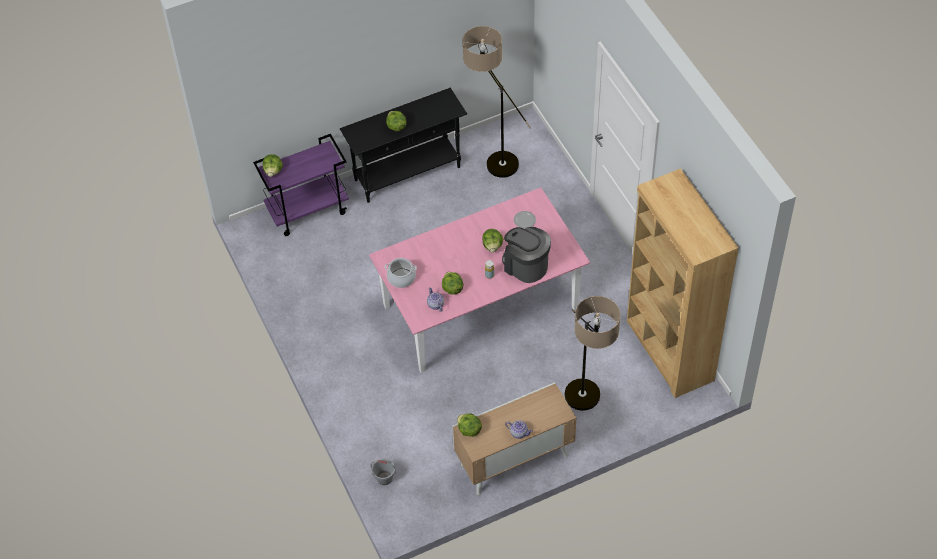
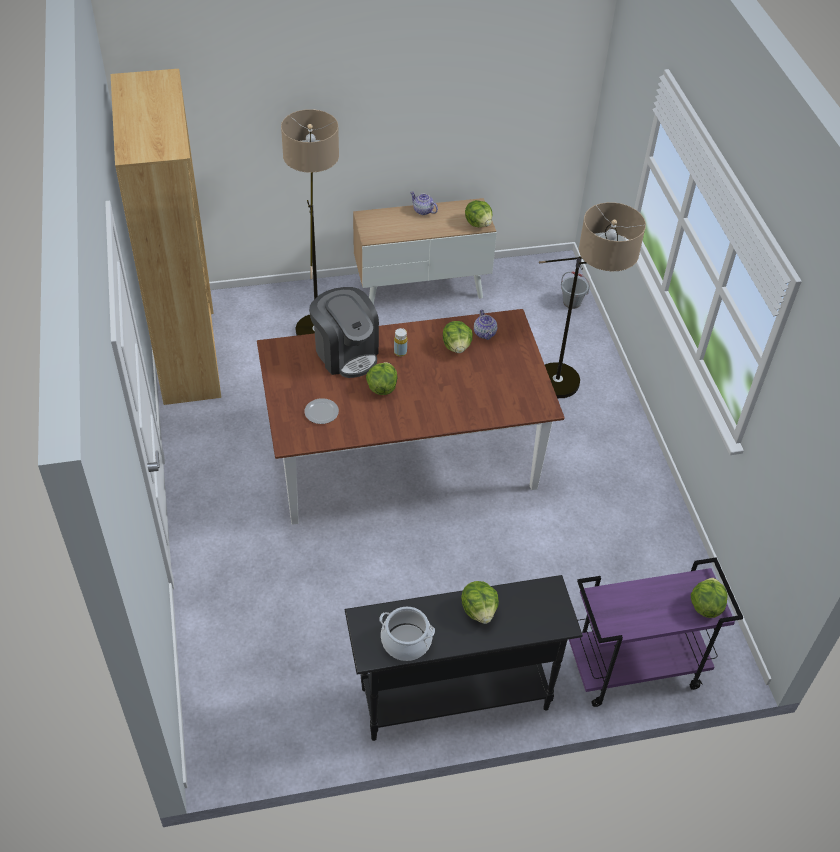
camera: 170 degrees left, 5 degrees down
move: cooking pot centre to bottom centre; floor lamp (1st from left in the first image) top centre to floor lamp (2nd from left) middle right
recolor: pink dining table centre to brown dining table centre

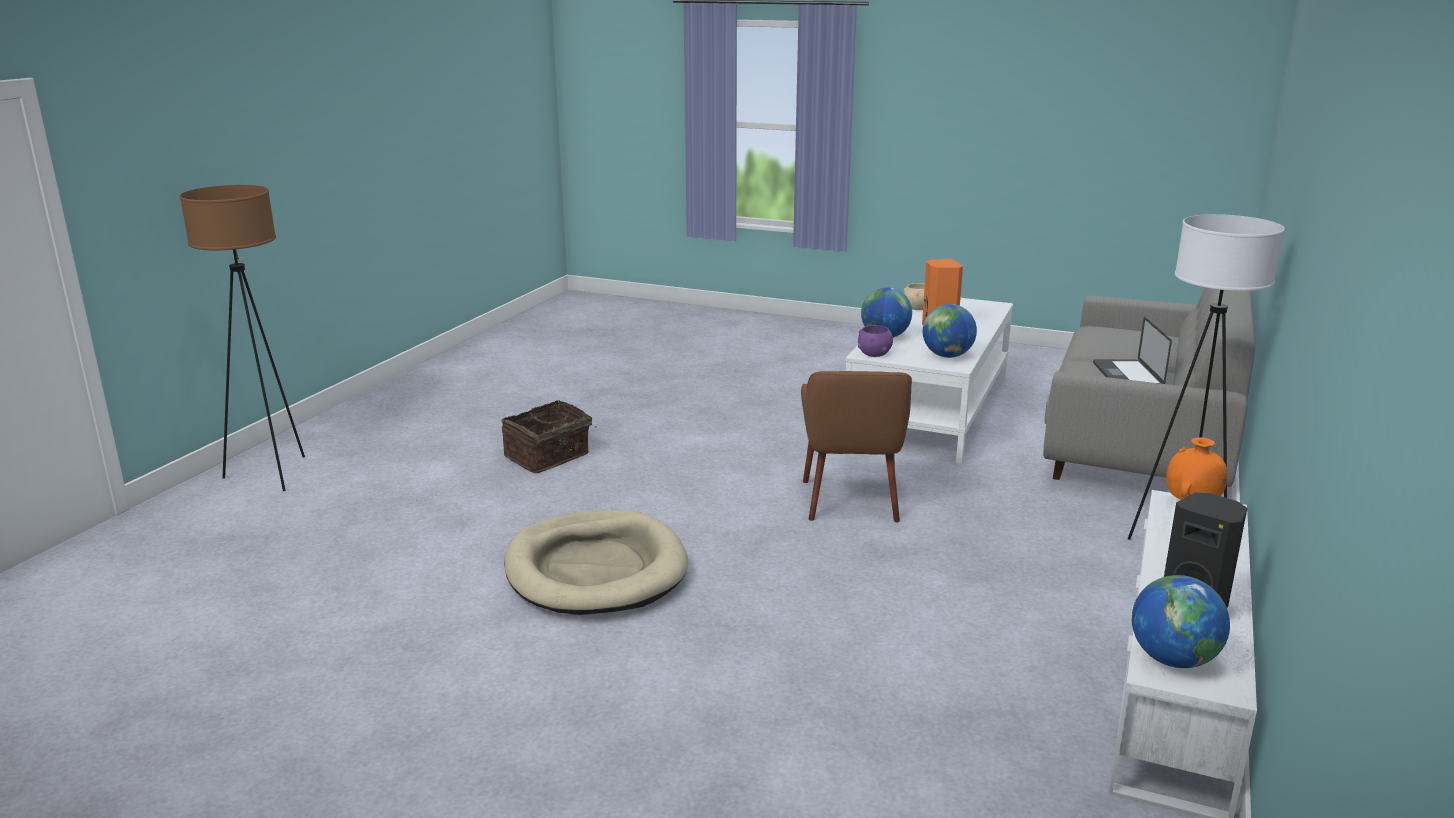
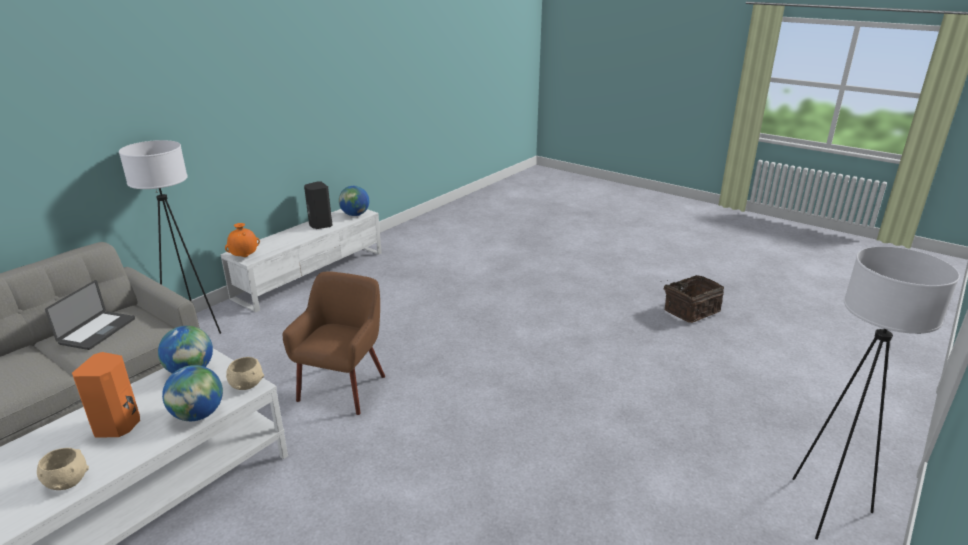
camera: 165 degrees left, 5 degrees up
delete: beige dog bed bottom centre
move: basket centre to middle right
recolor: brown floor lamp middle left to white floor lamp (2nd from left) bottom right; purple bowl centre to beige bowl (2nd from left) bottom left

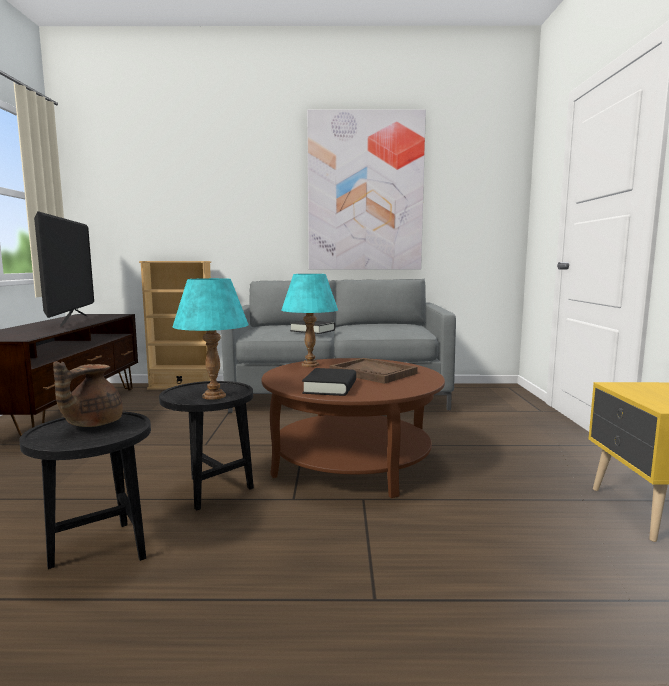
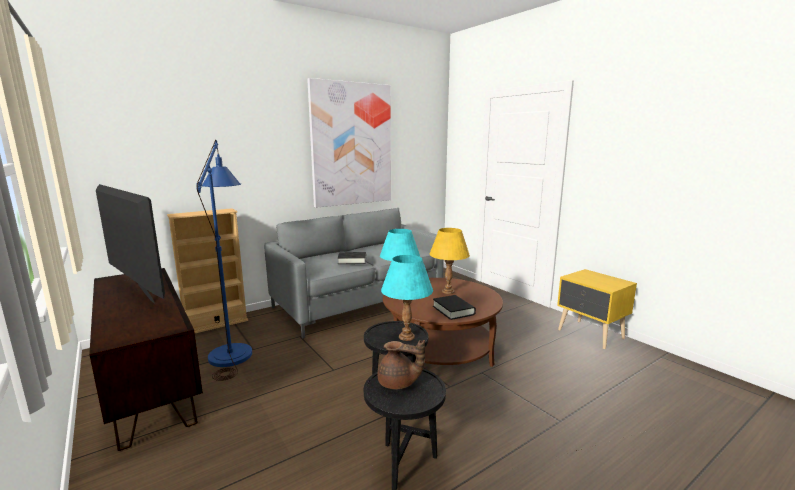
camera: 35 degrees left, 5 degrees up
insert: blue floor lamp middle left
replace: brown tray centre to yellow table lamp centre
rotate: brown teapot middle left = bottom centre 60 degrees counterclockwise

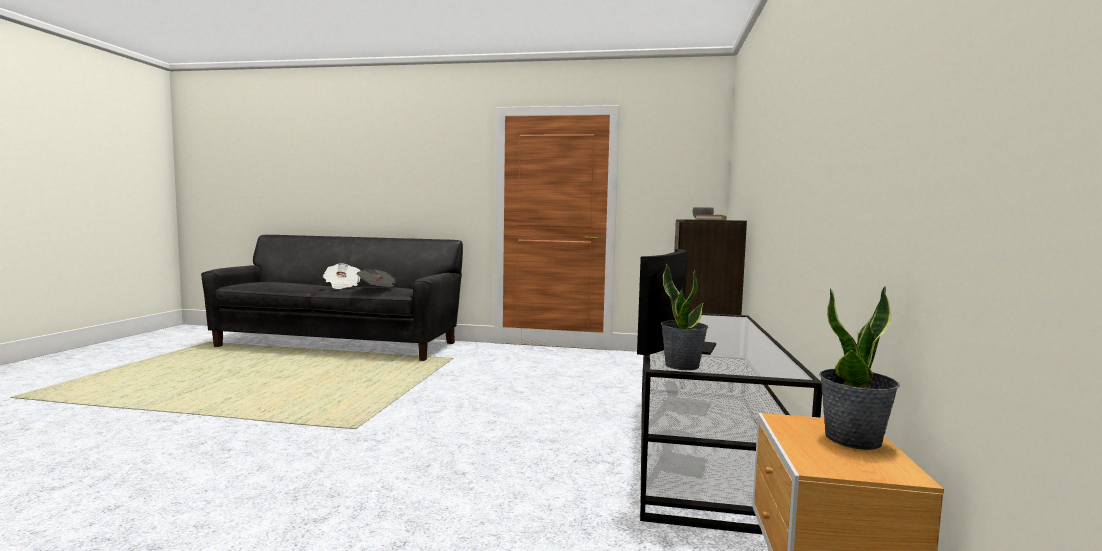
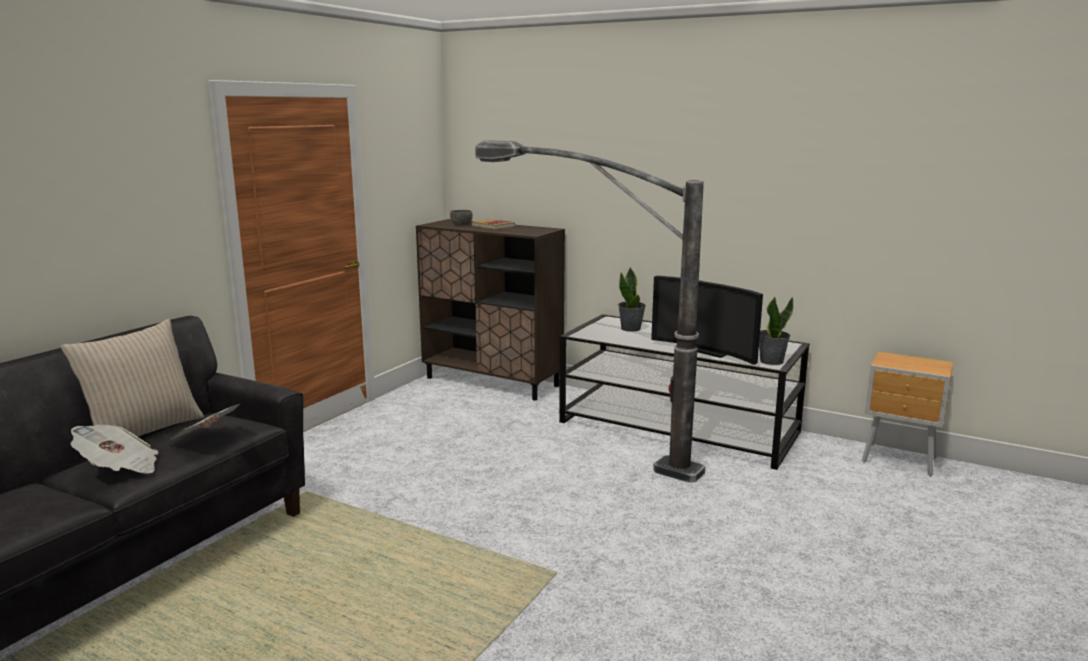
camera: 70 degrees left, 10 degrees up
insert: beige pillow middle left; floor lamp centre
move: potted plant (2nd from left in the first image) bottom right to potted plant (1st from left) centre

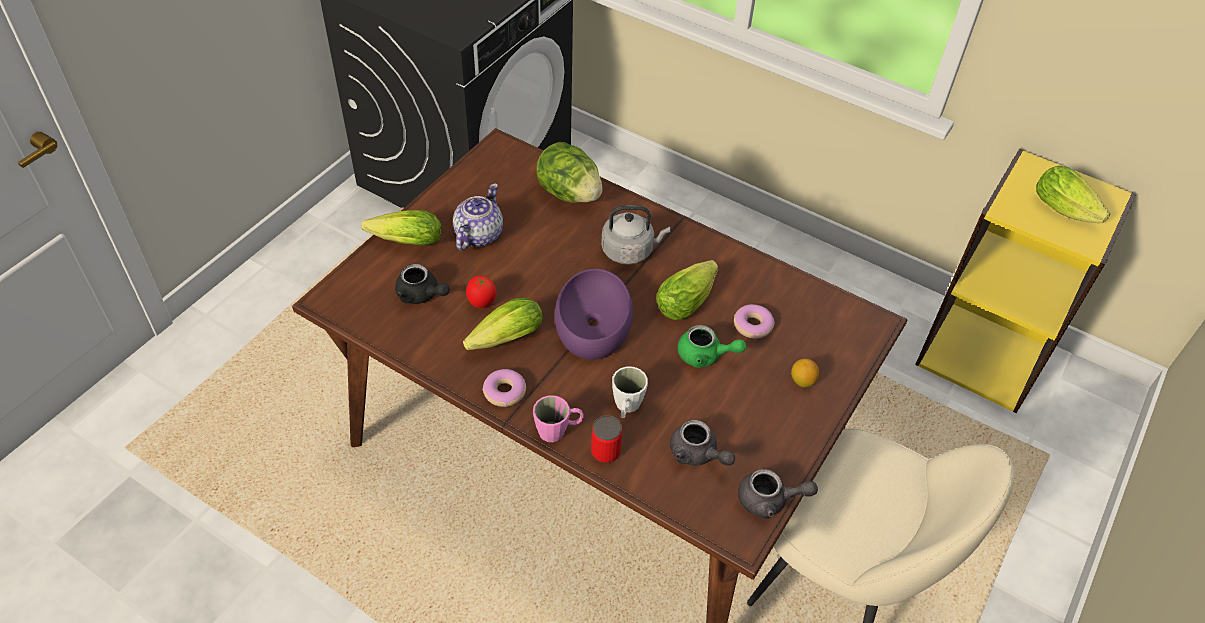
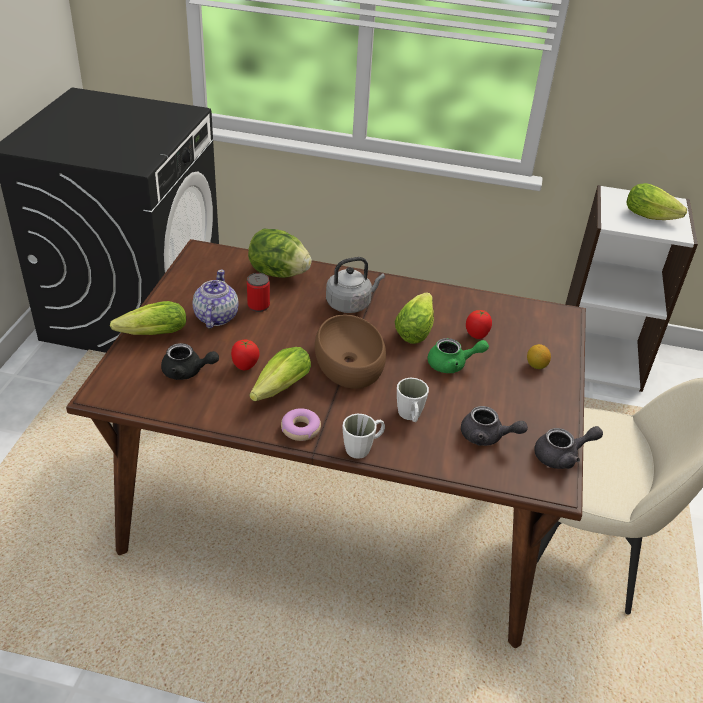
camera: 20 degrees left, 10 degrees down
move: can bottom centre to centre
replace: donut (2nd from left) centre to tomato (2nd from left) middle right
recolor: pink mug bottom centre to white mug (1st from left) centre; purple bowl centre to brown bowl centre; yellow bookcase middle right to white bookcase middle right

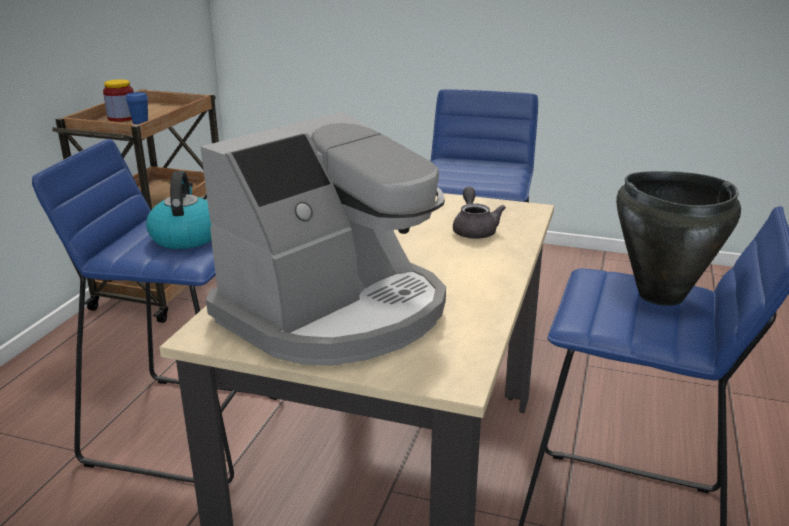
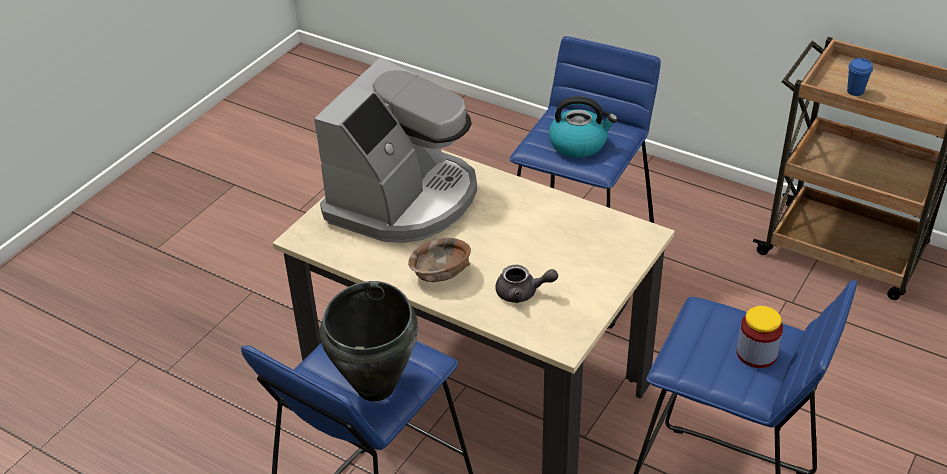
camera: 105 degrees right, 15 degrees up
insert: brown bowl centre
move: jar top left to bottom right
rotate: coffee machine centre = top centre 120 degrees counterclockwise

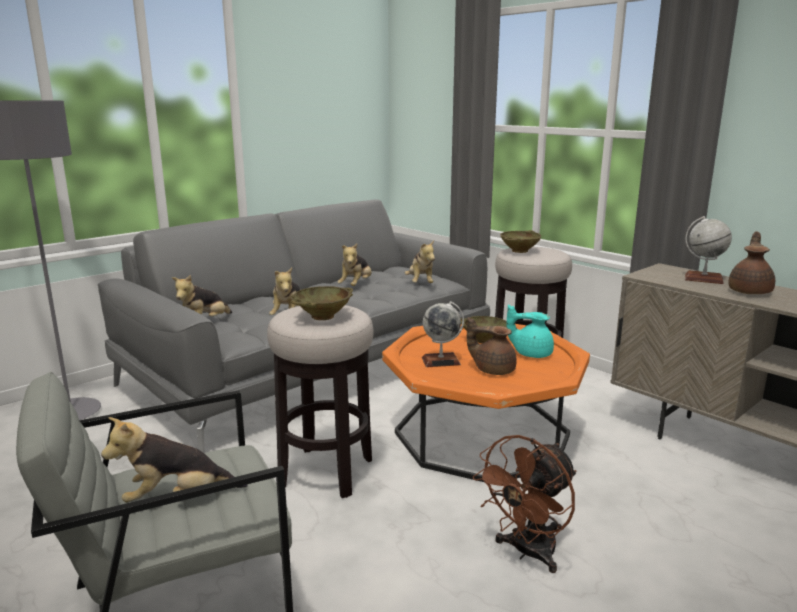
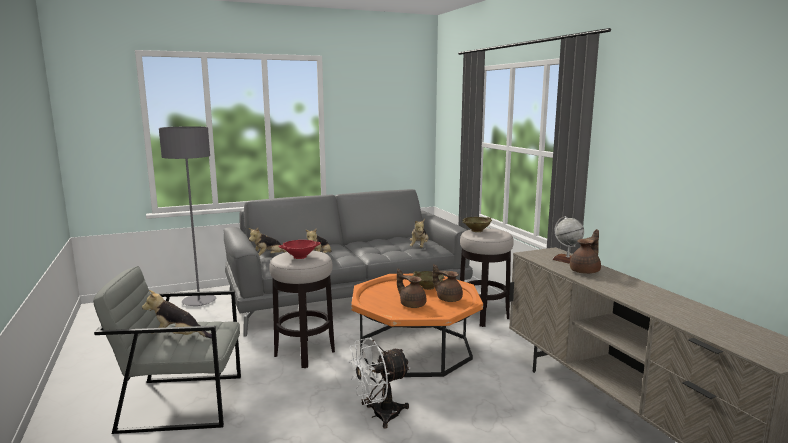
camera: 20 degrees right, 5 degrees down
delete: plush toy (4th from left) centre; globe (1st from left) centre
recolor: beige bowl (1st from left) centre to red bowl centre; brown fan bottom centre to white fan bottom centre; turquoise teapot centre to brown teapot (2nd from left) centre

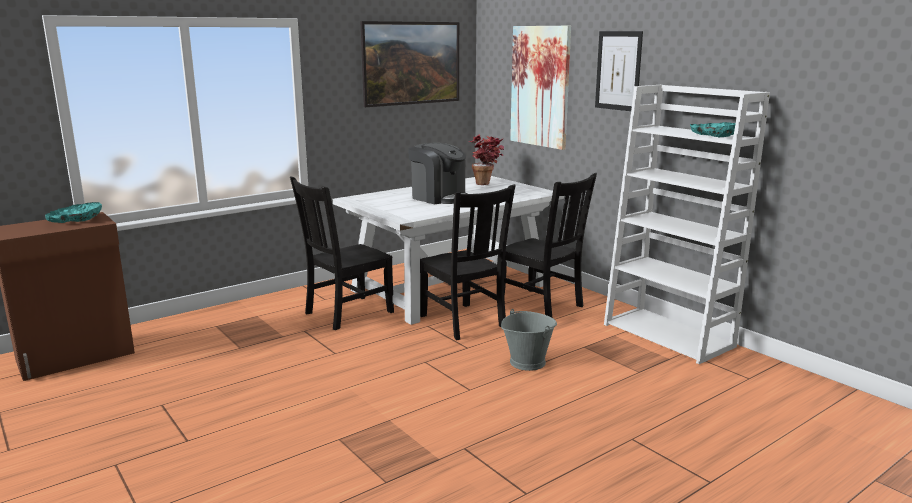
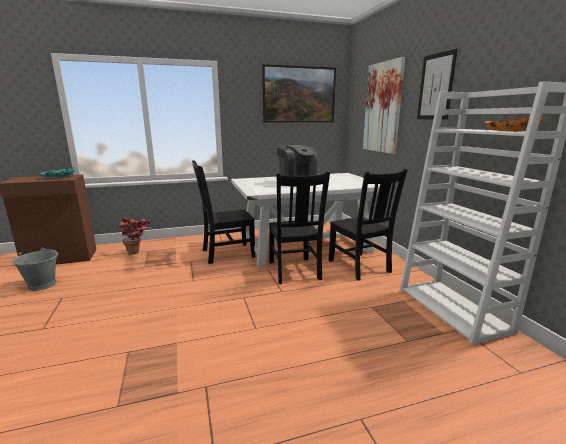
camera: 20 degrees right, 0 degrees up
move: potted plant top centre to middle left; grey bucket bottom centre to middle left
recolor: turquoise bowl (2nd from left) top right to orange bowl top right

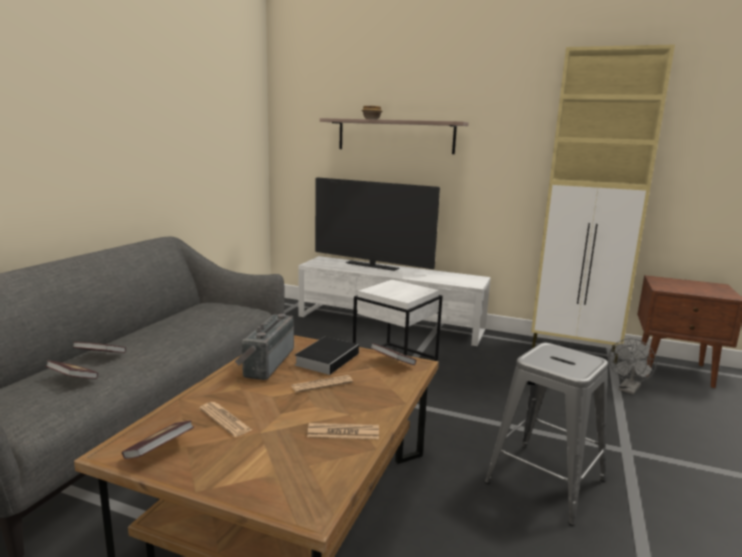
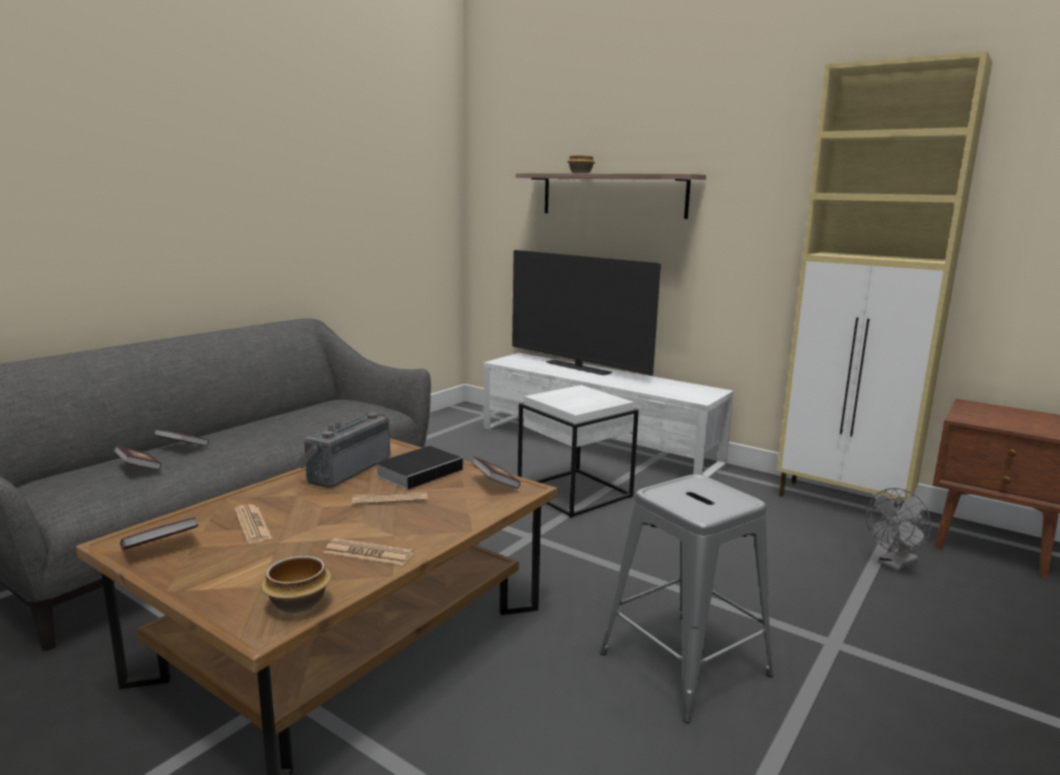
camera: 15 degrees right, 0 degrees up
insert: bowl (1st from left) bottom left

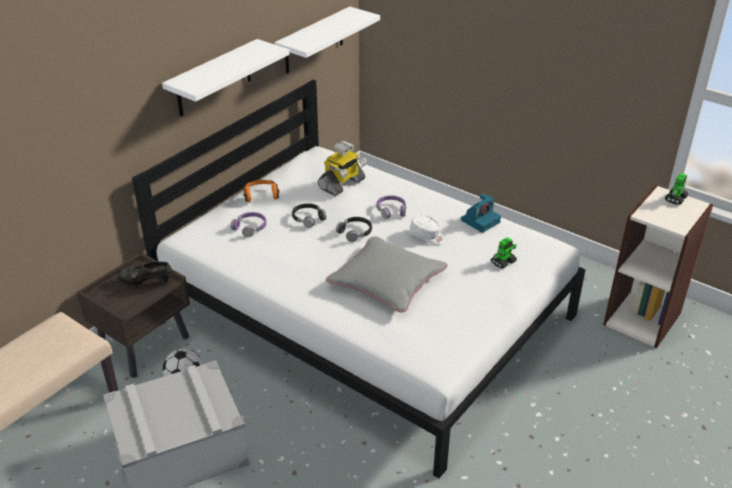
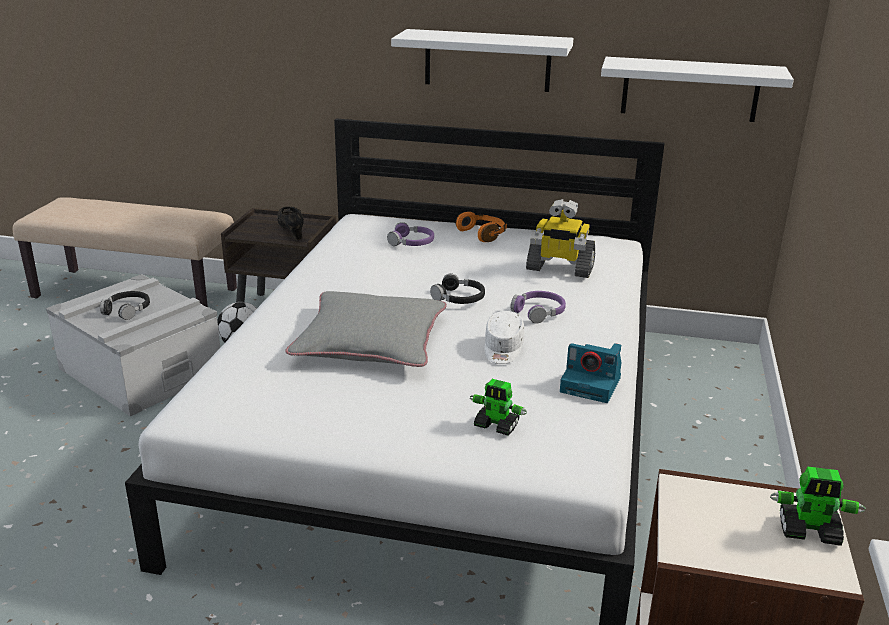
camera: 65 degrees right, 10 degrees down
move: black headphones (1st from left) centre to middle left

